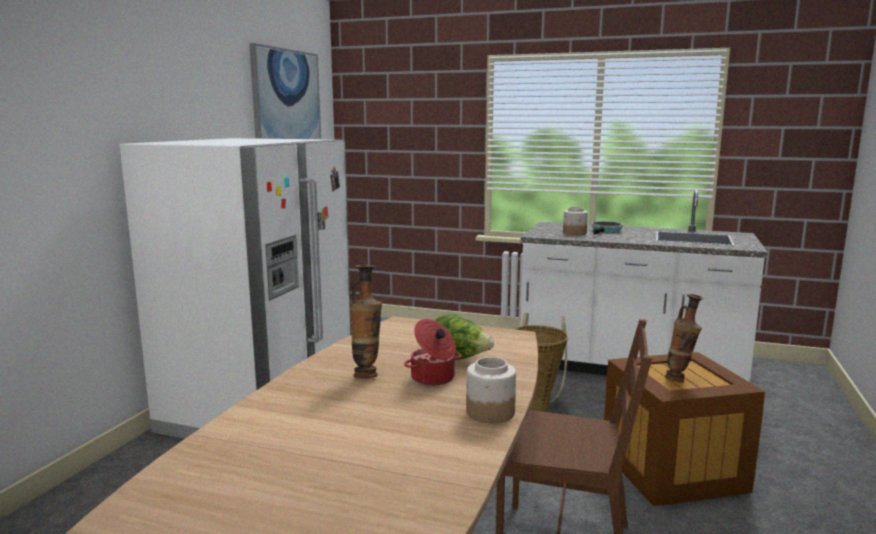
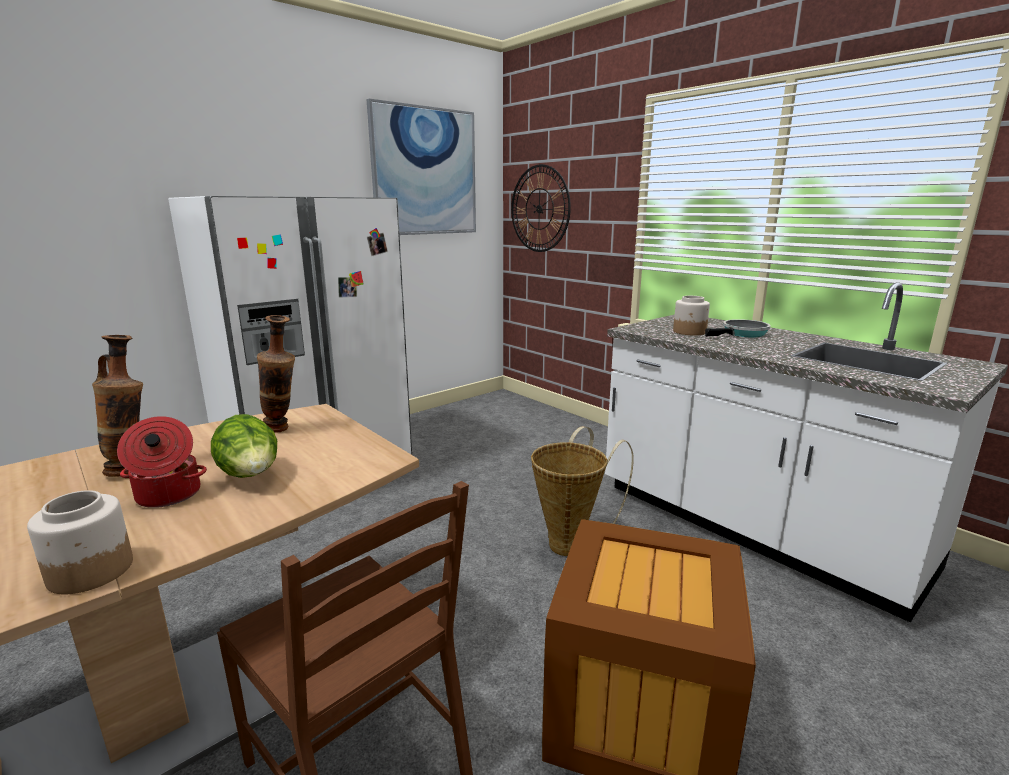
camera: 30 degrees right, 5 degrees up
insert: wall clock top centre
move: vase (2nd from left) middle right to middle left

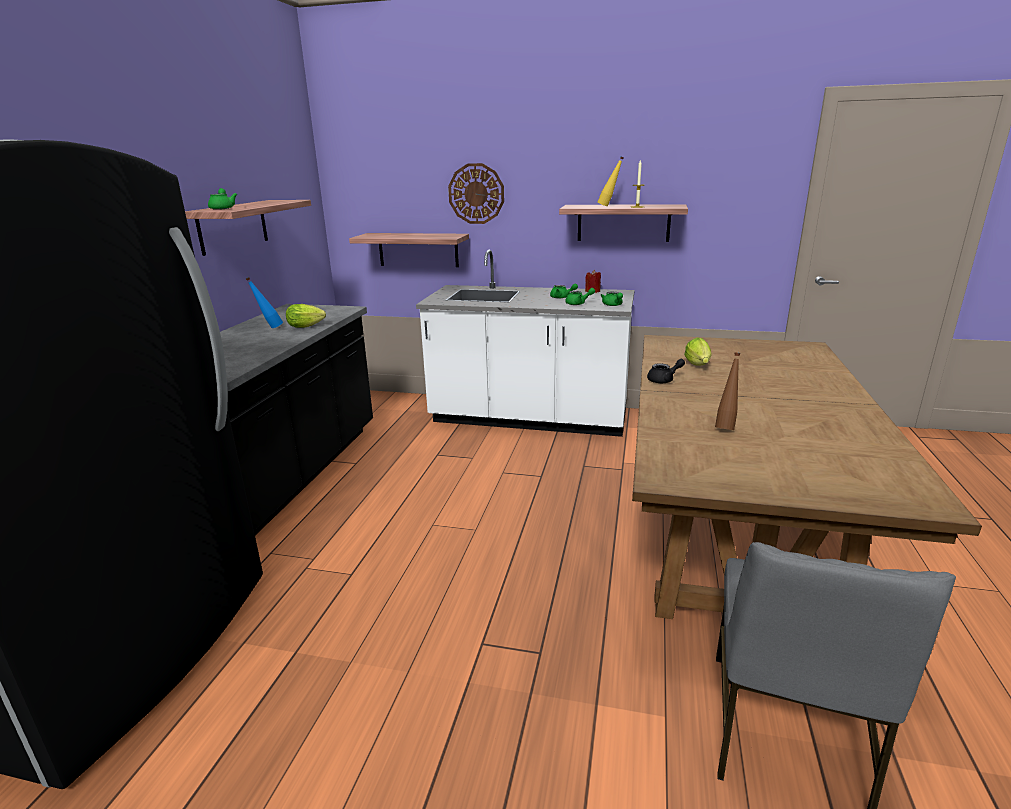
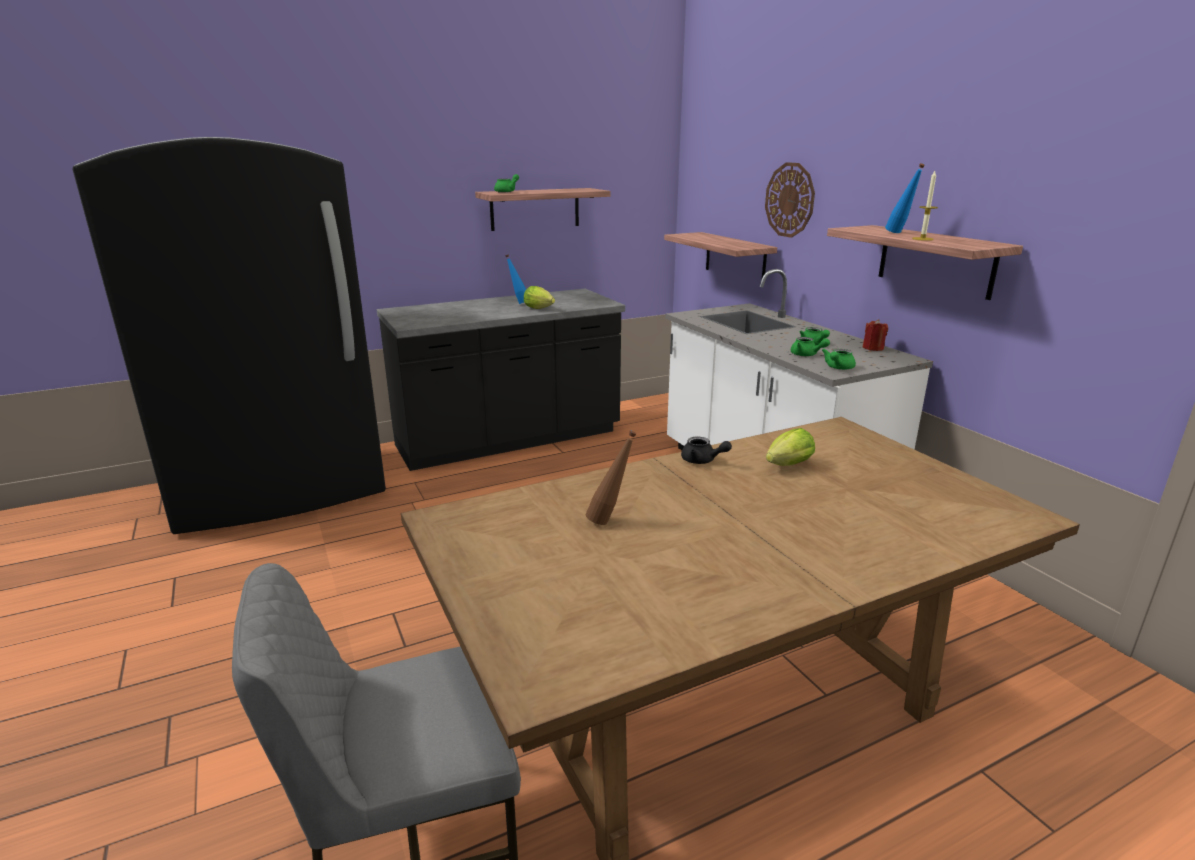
camera: 50 degrees right, 0 degrees up
recolor: yellow bottle top centre to blue bottle (2nd from left) top right

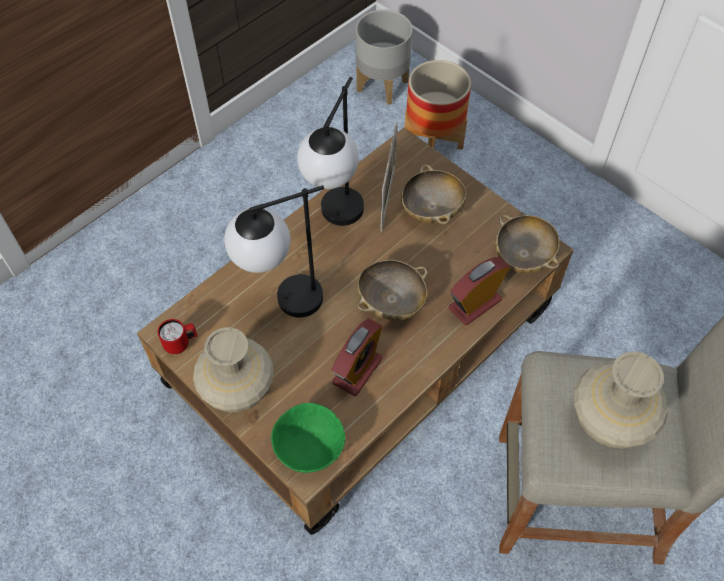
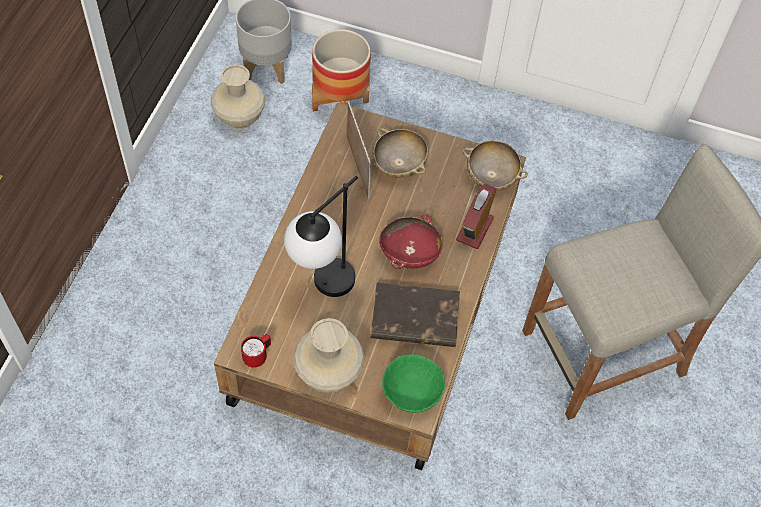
camera: 30 degrees left, 0 degrees up
delete: table lamp (2nd from left) top centre
move: beige vase (2nd from left in the first image) bottom right to beige vase (1st from left) top left
replace: alarm clock (1st from left) centre to brown book centre
recolor: beige bowl (1st from left) centre to red bowl centre

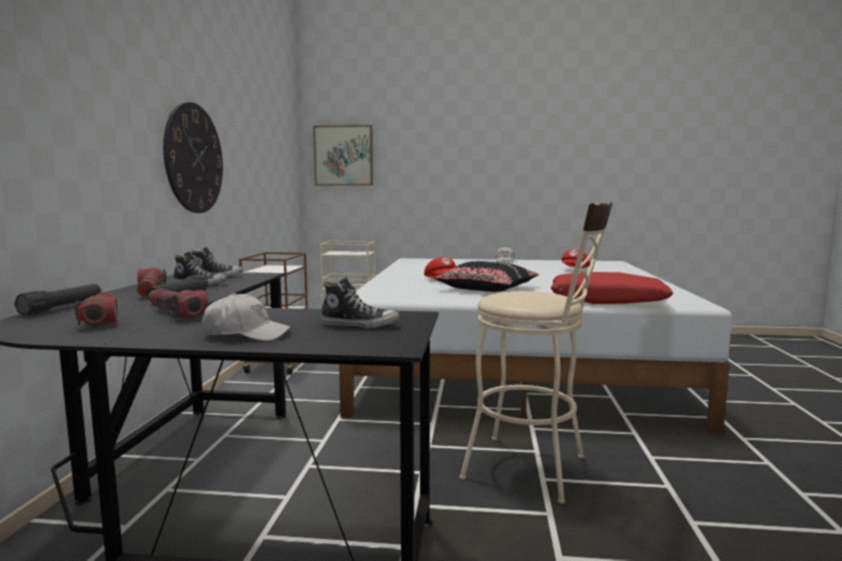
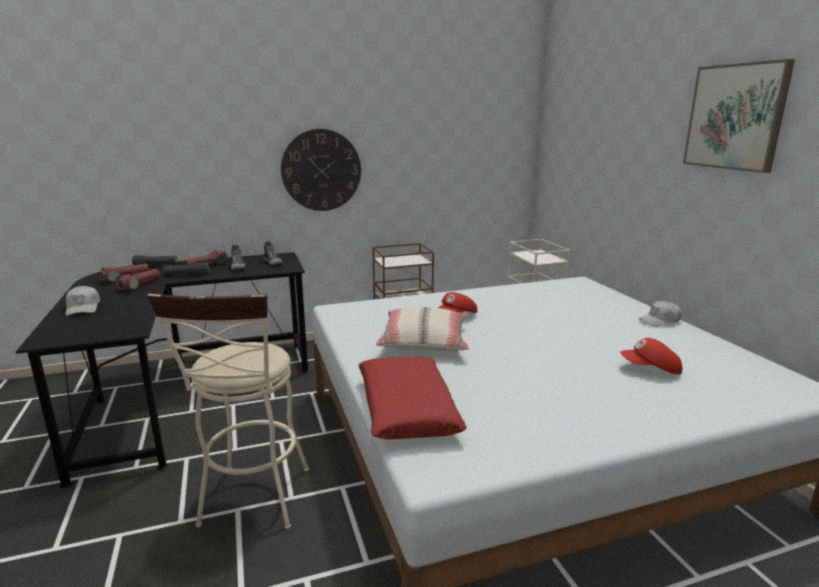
camera: 65 degrees right, 10 degrees up
delete: shoe (3rd from left) centre
move: picture top centre to top right
recolor: black pillow centre to beige pillow centre

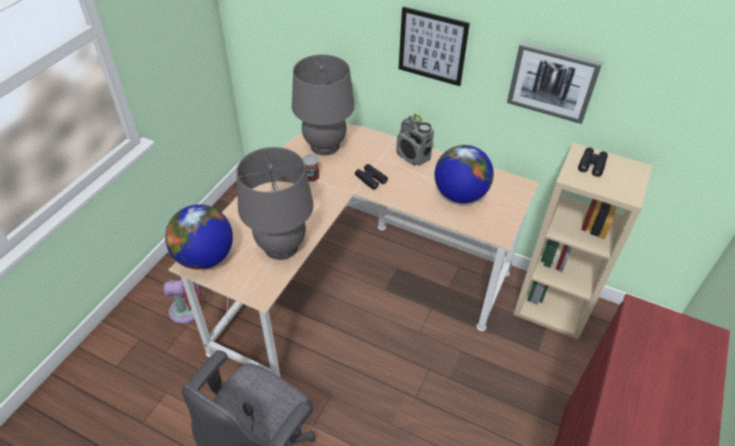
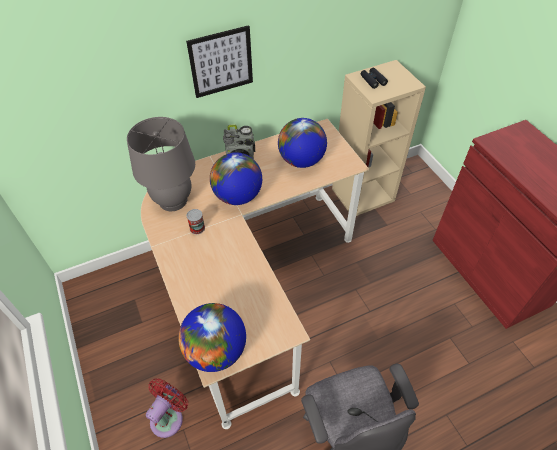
camera: 50 degrees left, 5 degrees up
delete: grey table lamp (1st from left) centre; picture (2nd from left) top right
replace: black binoculars (1st from left) centre to globe (2nd from left) centre

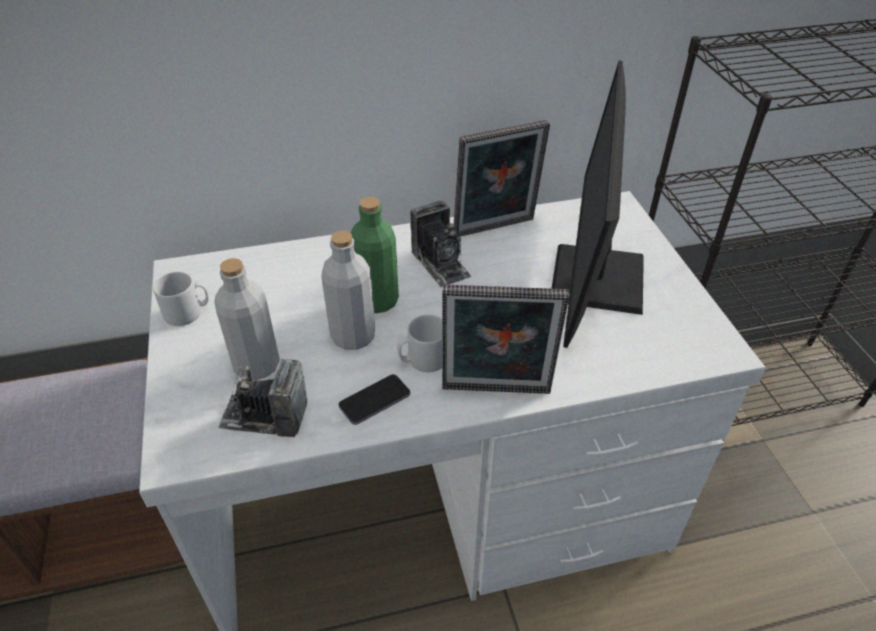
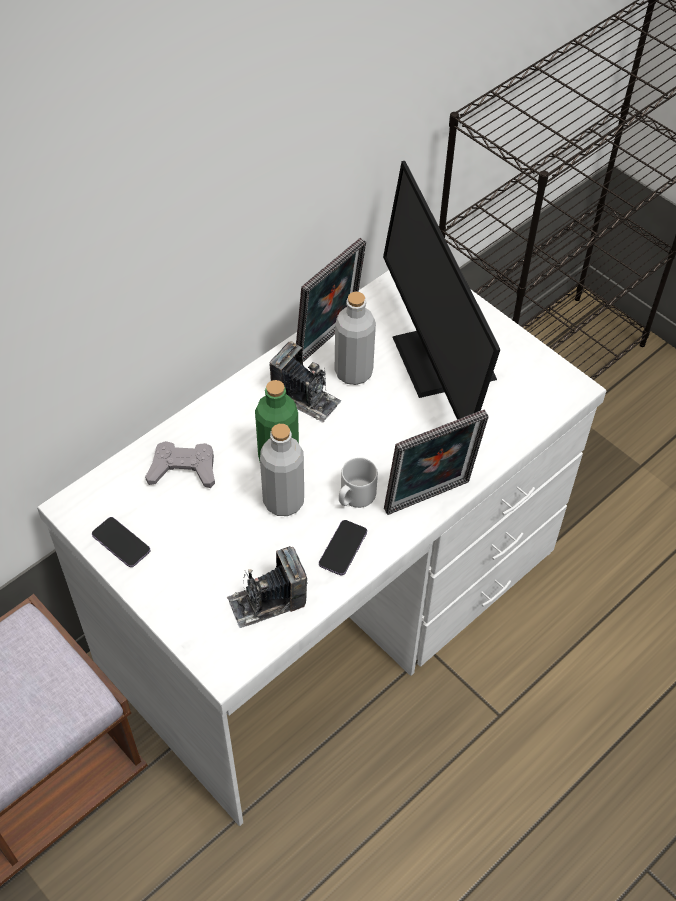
camera: 30 degrees left, 10 degrees up
insert: grey game controller middle left
move: grey bottle (1st from left in the first image) middle left to grey bottle (2nd from left) centre
replace: grey mug (1st from left) middle left to phone (1st from left) middle left

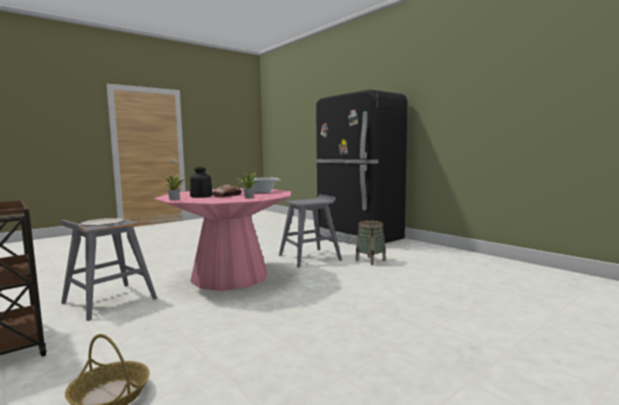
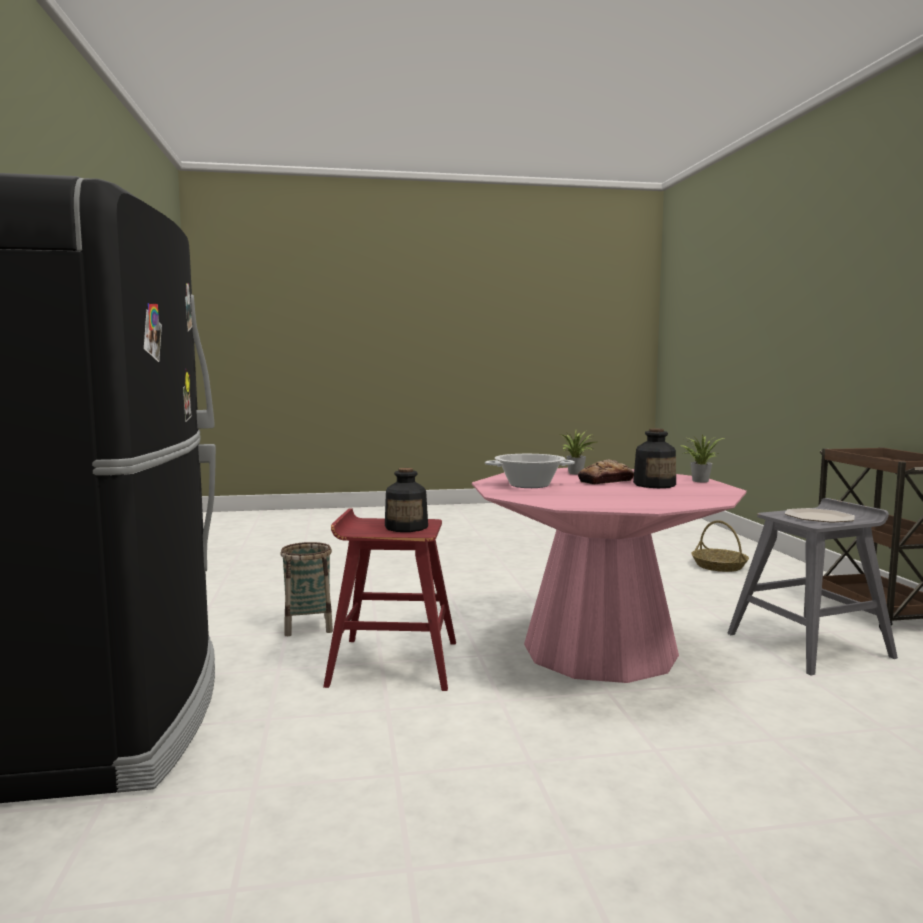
camera: 150 degrees left, 0 degrees up
insert: bottle (1st from left) centre
recolor: grey stool (2nd from left) centre to red stool centre

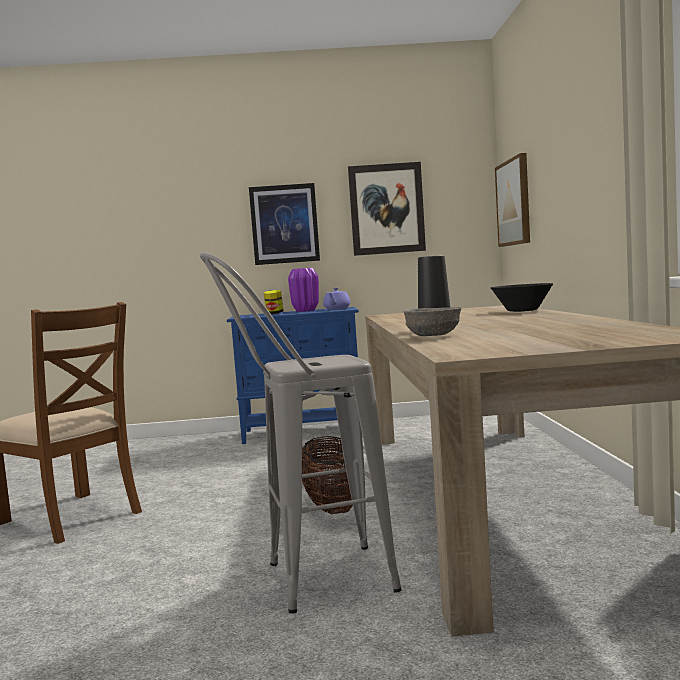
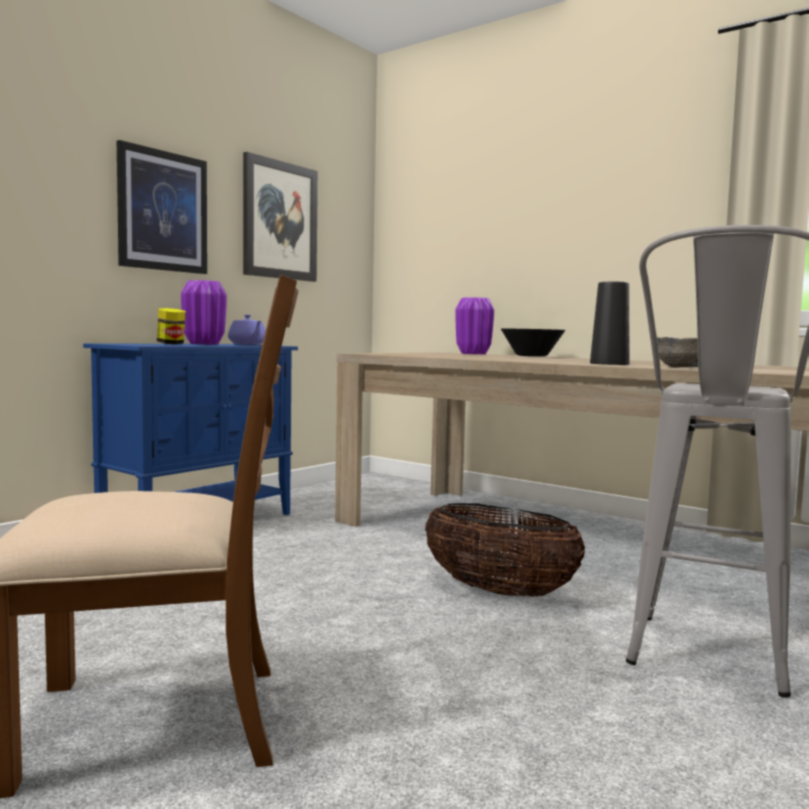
camera: 50 degrees left, 0 degrees up
delete: picture (3rd from left) top right
insert: purple vase (2nd from left) centre

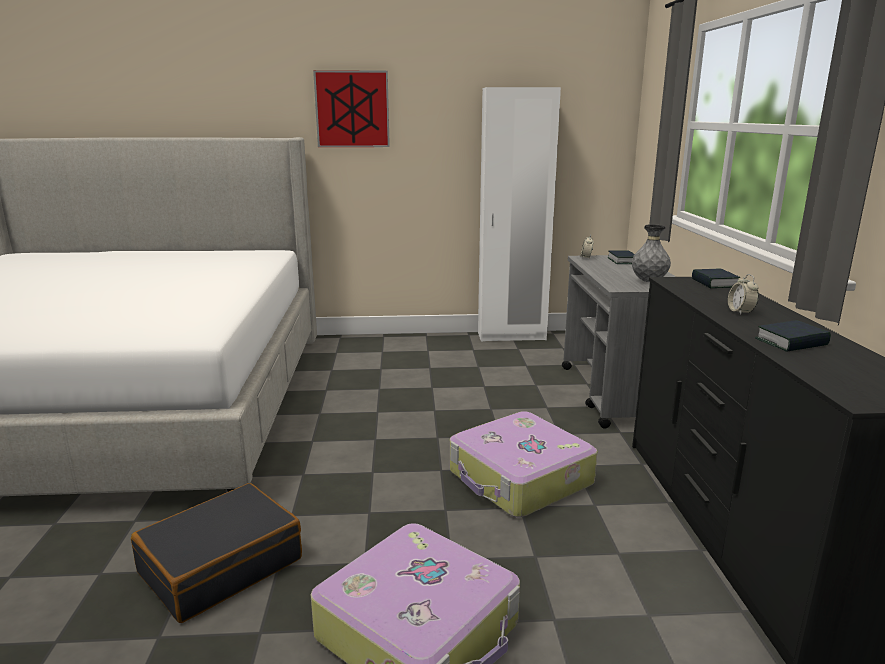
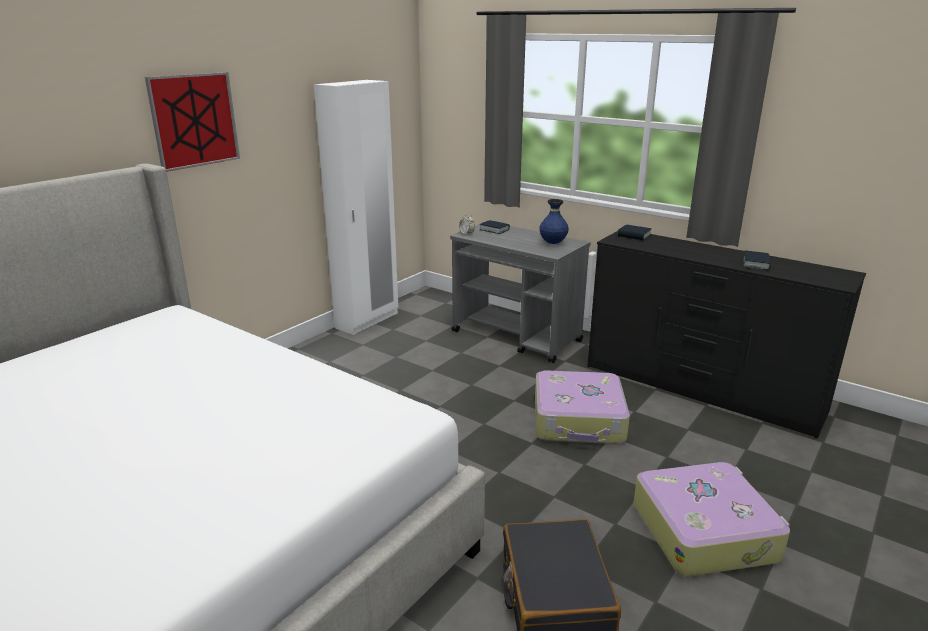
camera: 50 degrees left, 5 degrees up
delete: alarm clock (2nd from left) middle right
recolor: grey vase middle right to blue vase centre

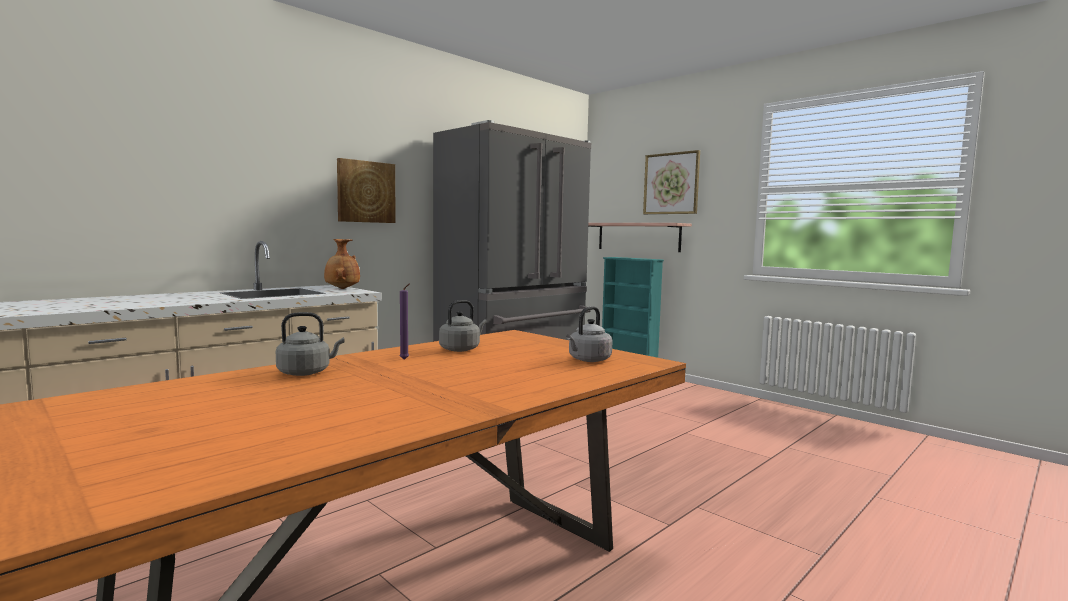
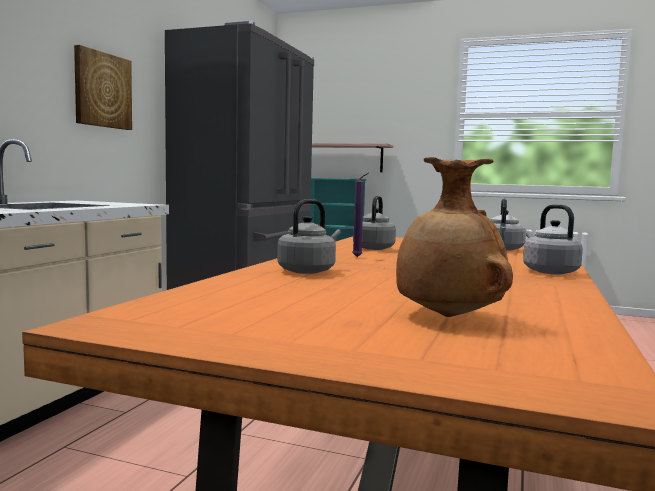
camera: 25 degrees left, 0 degrees up
delete: picture (2nd from left) top centre
insert: grey kettle (4th from left) middle right
move: brown vase middle left to middle right

